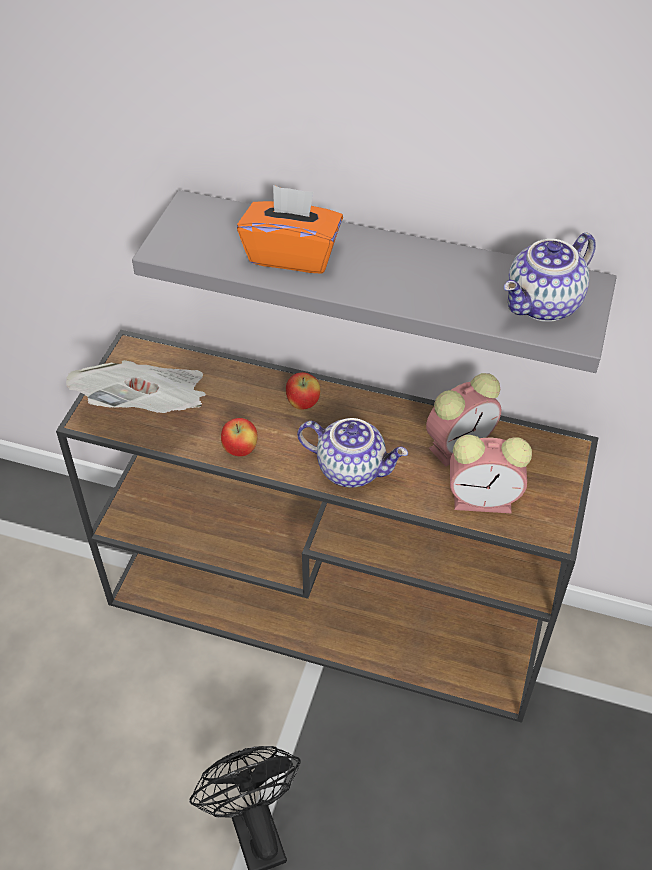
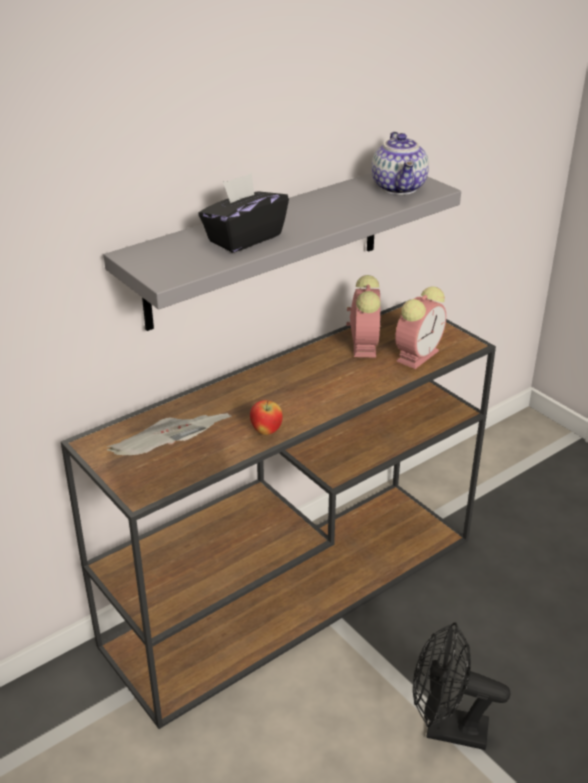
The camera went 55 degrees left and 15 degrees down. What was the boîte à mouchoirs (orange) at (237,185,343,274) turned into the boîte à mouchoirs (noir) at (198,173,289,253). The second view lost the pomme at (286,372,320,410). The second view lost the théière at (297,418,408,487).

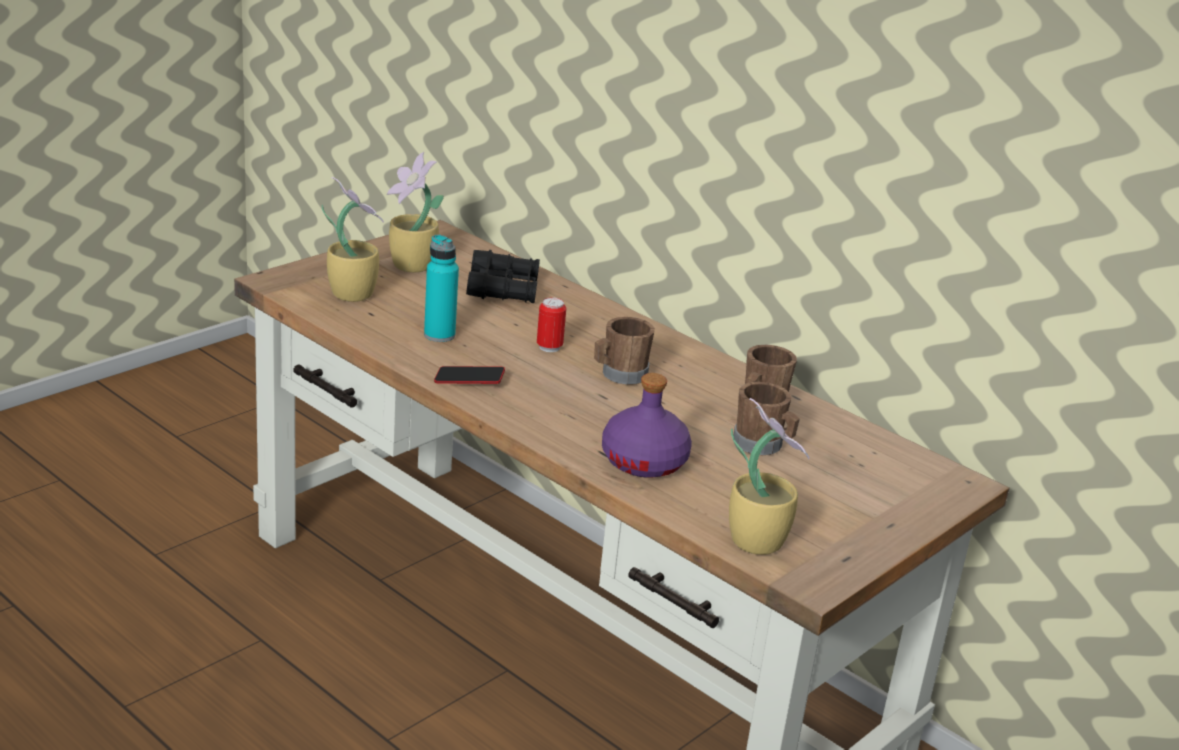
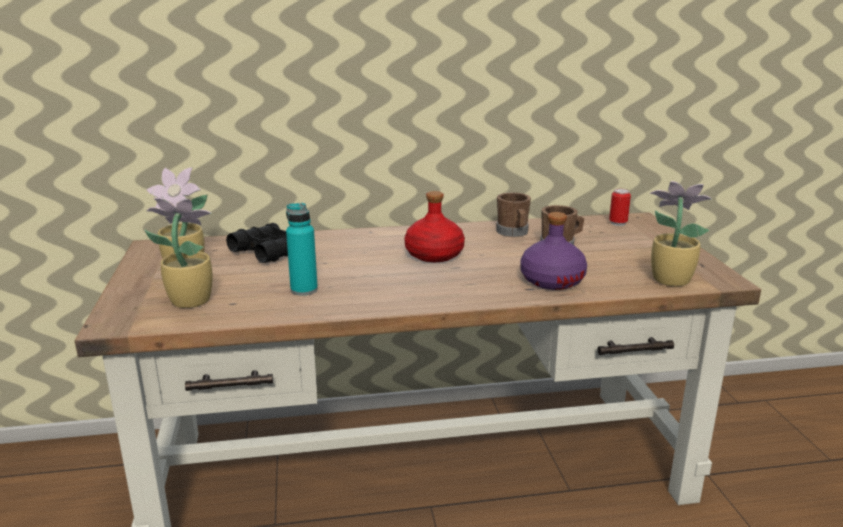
The camera went 50 degrees left and 5 degrees down. The second view lost the téléphone at (434,366,505,384). The boîte métallique ended up elsewhere, having gone from (537,297,566,352) to (609,189,631,226). Where the mug (marron) stood at (594,317,655,385), the bouteille (rouge) came to stand at (404,191,465,262).

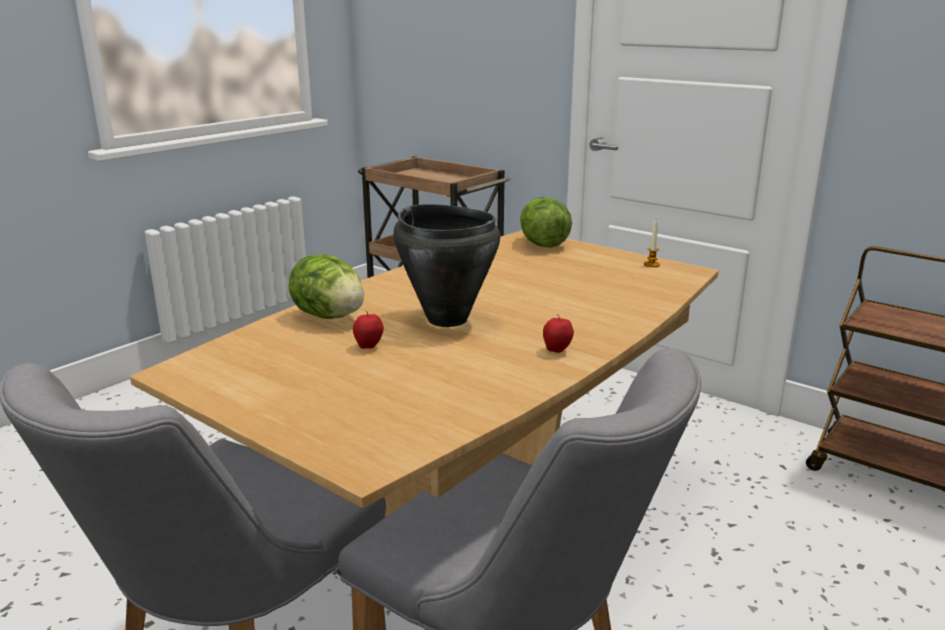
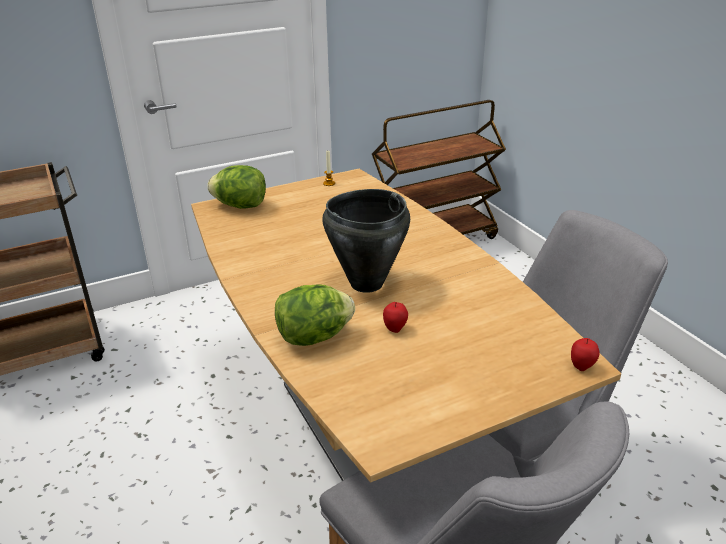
The camera went 65 degrees left and 10 degrees up. The pomme ended up elsewhere, having gone from (543,314,574,353) to (571,338,599,371).

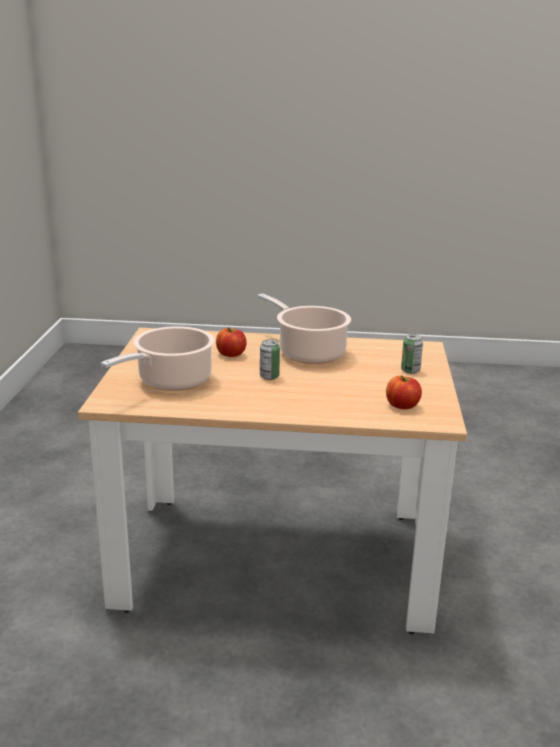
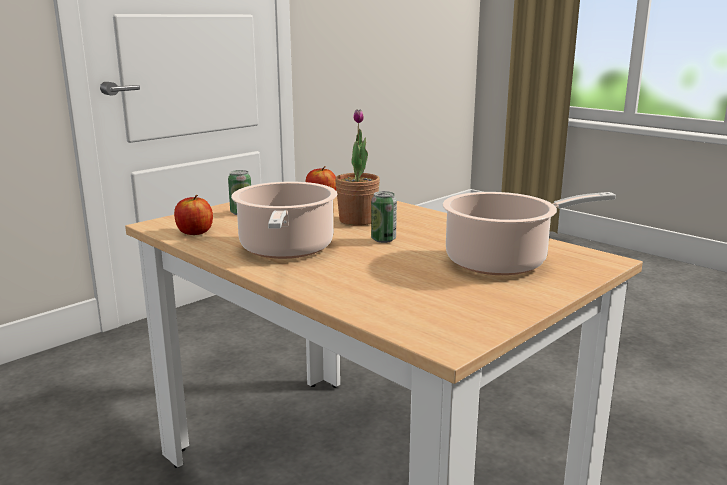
The camera went 140 degrees left and 5 degrees down. The pomme ended up elsewhere, having gone from (216,327,246,357) to (174,195,213,235). The second view gained the plante en pot at (335,109,380,226).

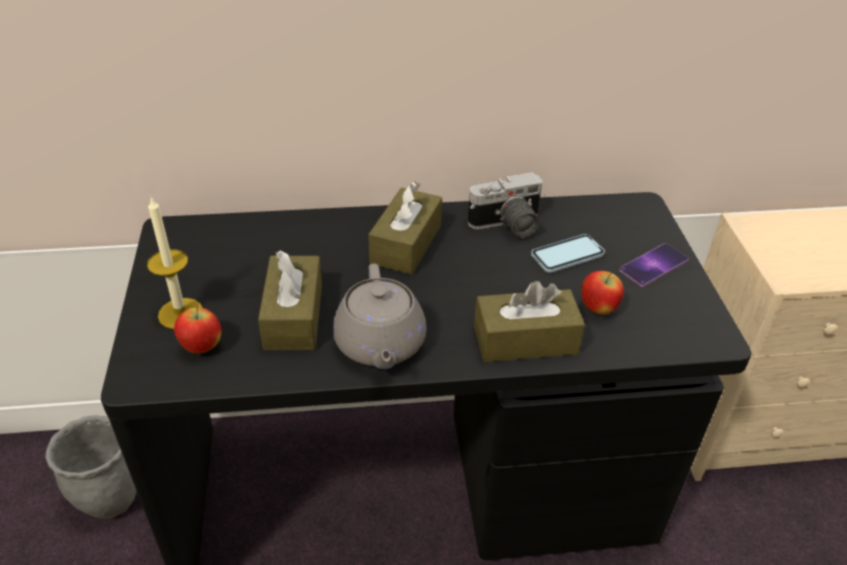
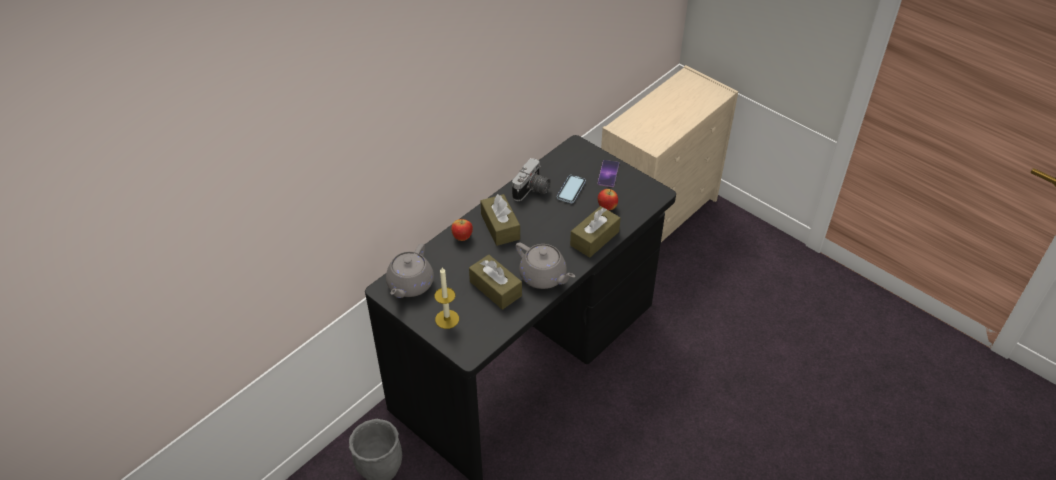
The camera went 40 degrees left and 5 degrees up. The pomme ended up elsewhere, having gone from (174,306,221,354) to (451,219,473,241). The second view gained the théière (gris) at (386,243,434,298).

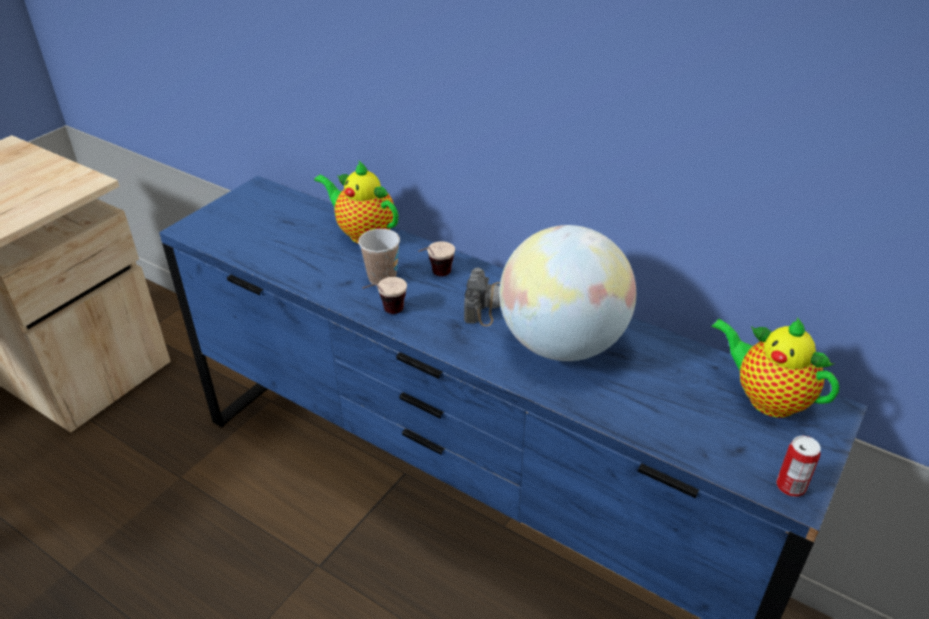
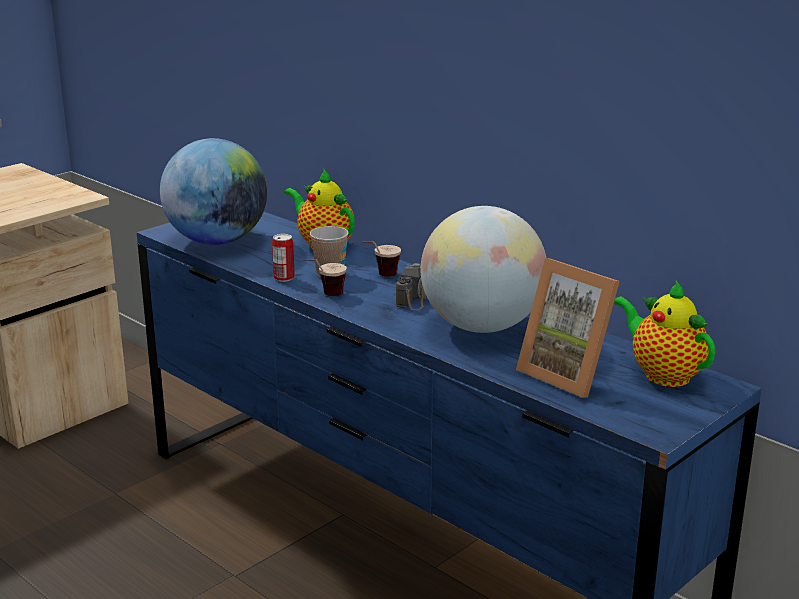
The camera went 10 degrees right and 15 degrees down. The boîte métallique ended up elsewhere, having gone from (776,436,821,497) to (272,234,295,282). The second view gained the globe at (160,138,267,245). The second view gained the cadre photo at (516,258,620,398).

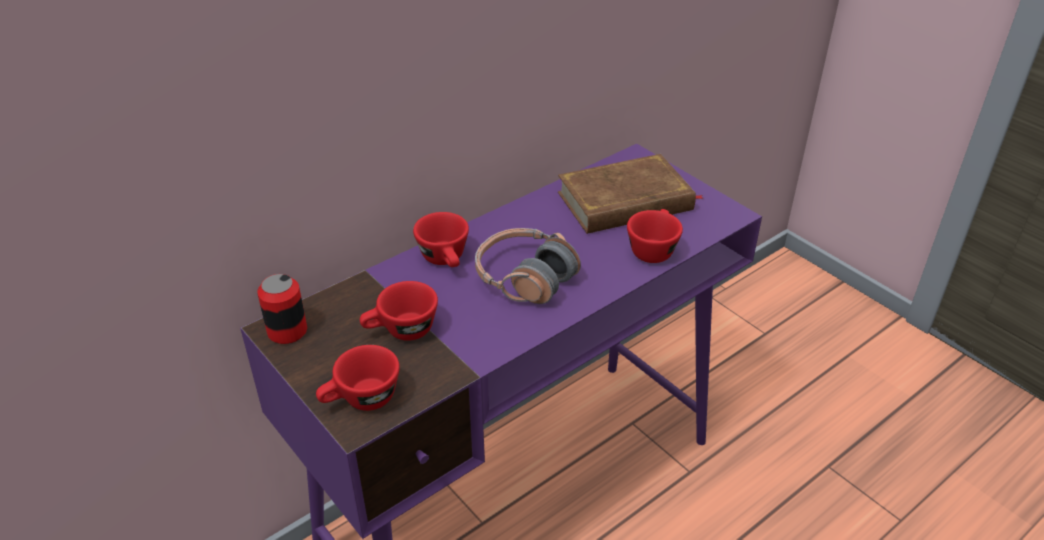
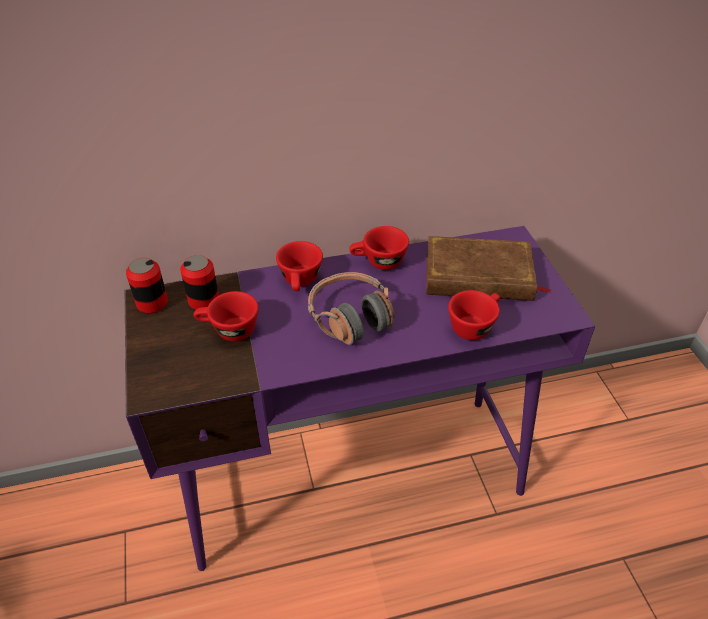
The camera went 25 degrees right and 5 degrees up. The tasse (rouge) ended up elsewhere, having gone from (316,345,400,411) to (349,226,409,270). The second view gained the boîte métallique at (180,255,219,310).

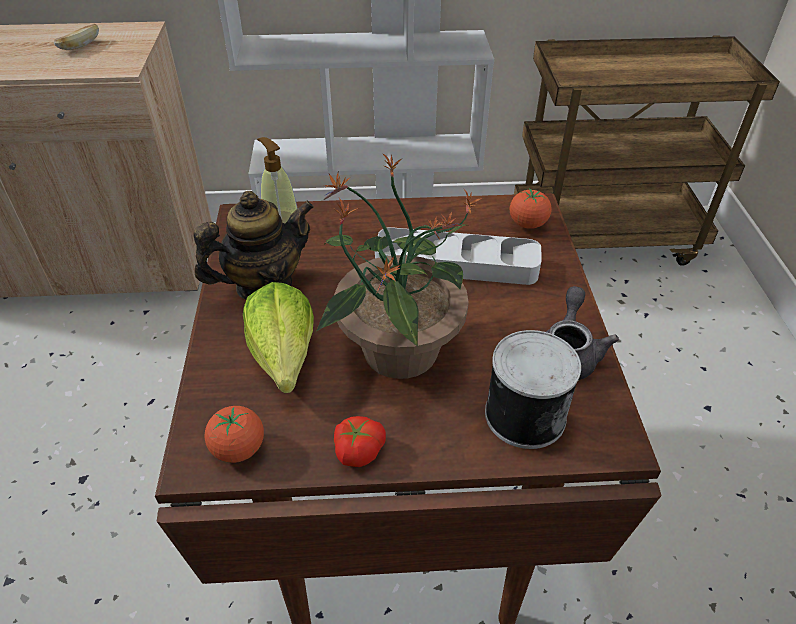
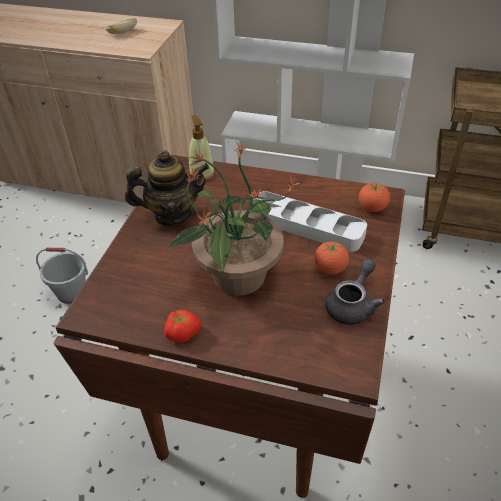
The camera went 20 degrees right and 0 degrees up. The tomate ended up elsewhere, having gone from (204,406,264,463) to (314,242,349,274). The second view lost the laitue at (243,282,314,393). The second view lost the boîte métallique at (485,330,581,449). The second view gained the seau (gris) at (36,248,88,304).

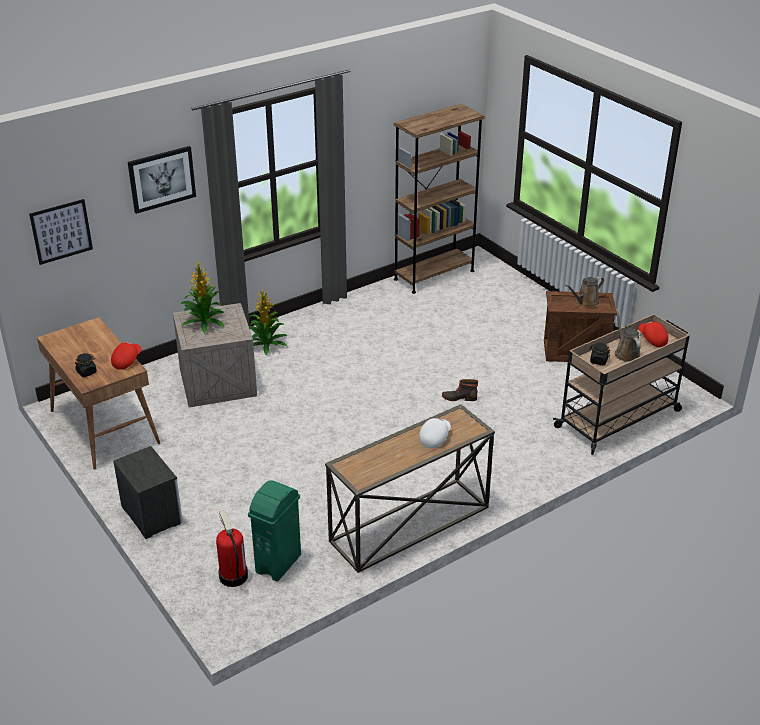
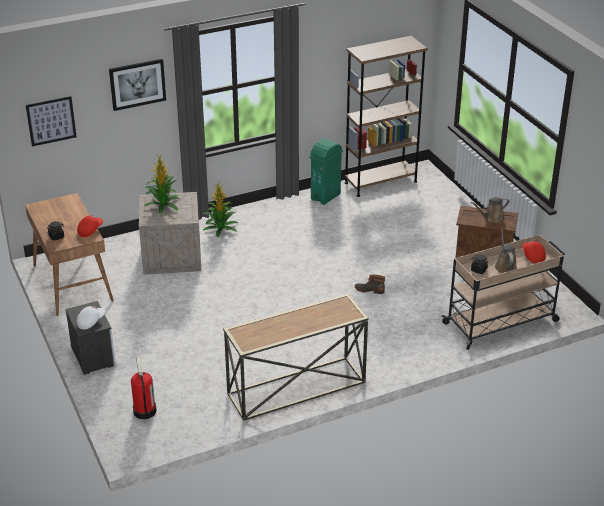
The camera went 10 degrees right and 0 degrees up. The poubelle (vert) ended up elsewhere, having gone from (248,481,301,582) to (309,139,343,205). The casquette (blanc) ended up elsewhere, having gone from (419,418,451,448) to (77,306,105,330).

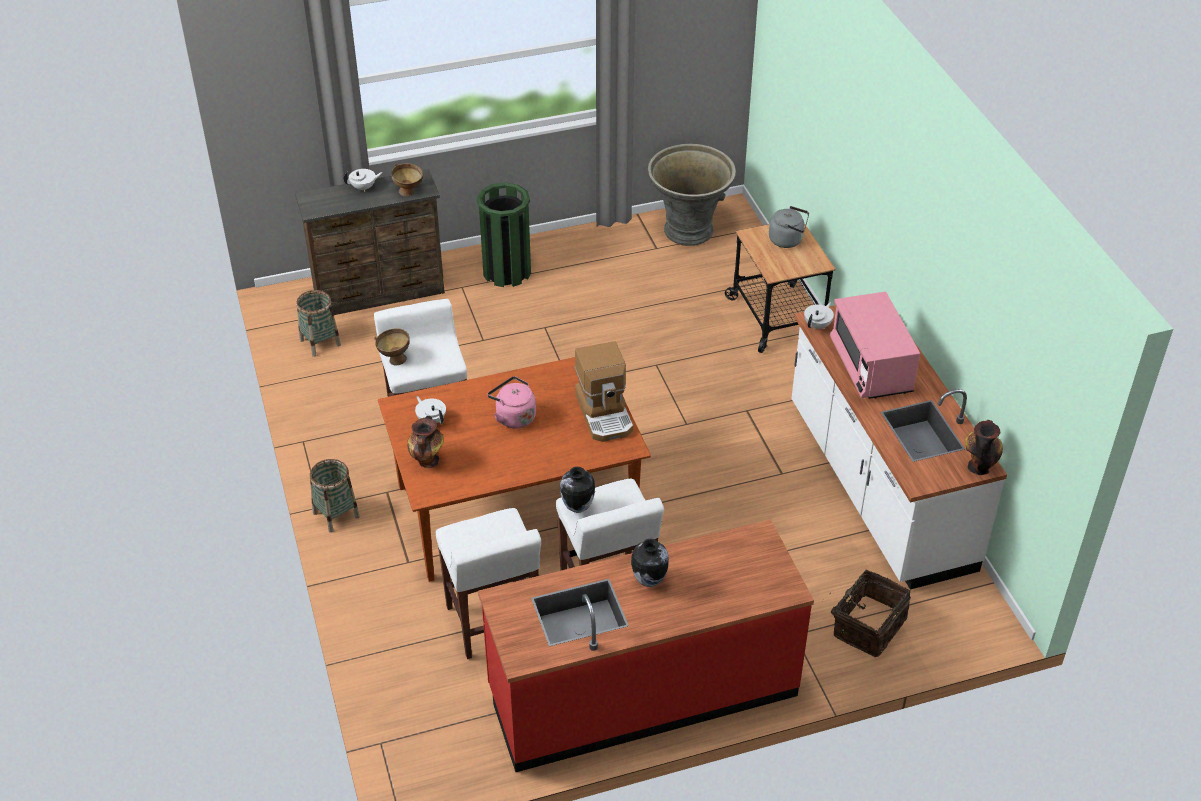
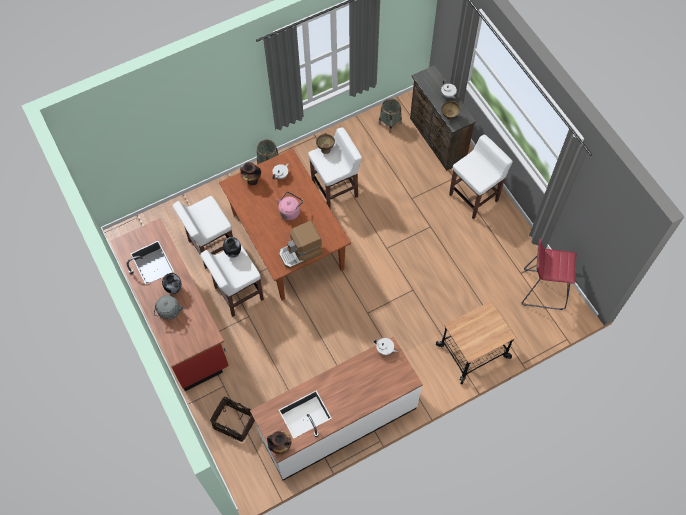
The camera went 80 degrees right and 20 degrees up. Where the poubelle (vert) stood at (477,182,531,287), the tabouret (blanc) came to stand at (449,135,513,219). Where the cache-pot (gris) stood at (648,144,736,246), the tabouret (rouge) came to stand at (522,238,576,310). The bouilloire (gris) ended up elsewhere, having gone from (769,206,809,248) to (154,295,183,320). The second view lost the micro-ondes (rose) at (830,292,920,399).

